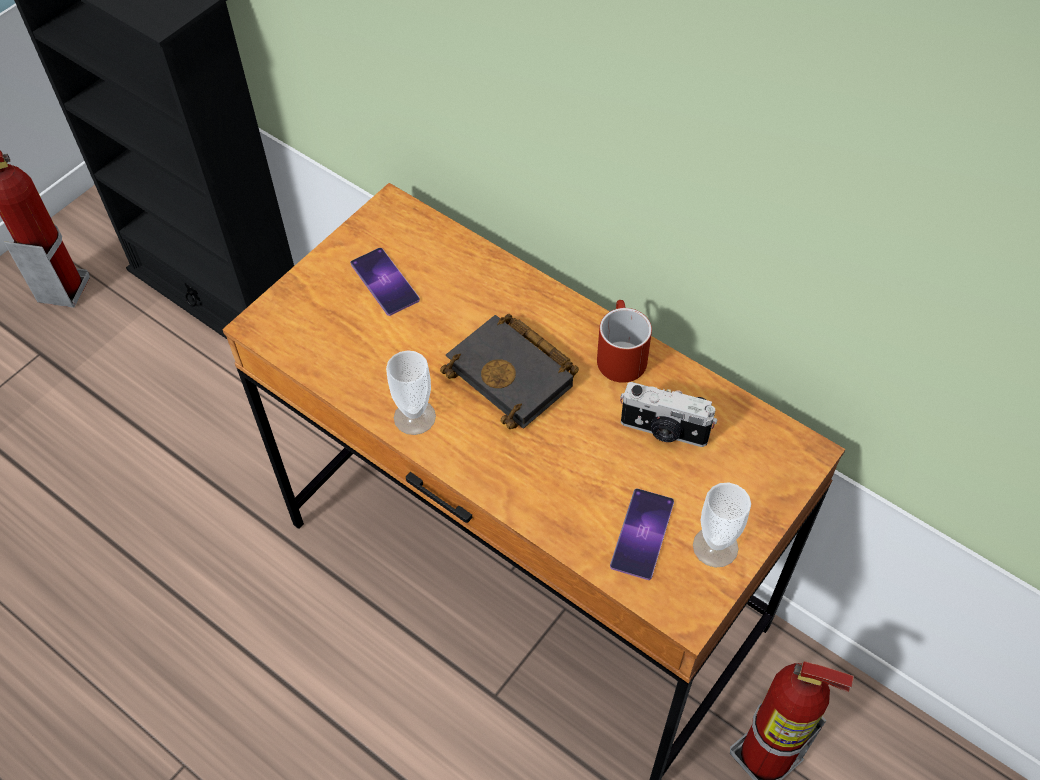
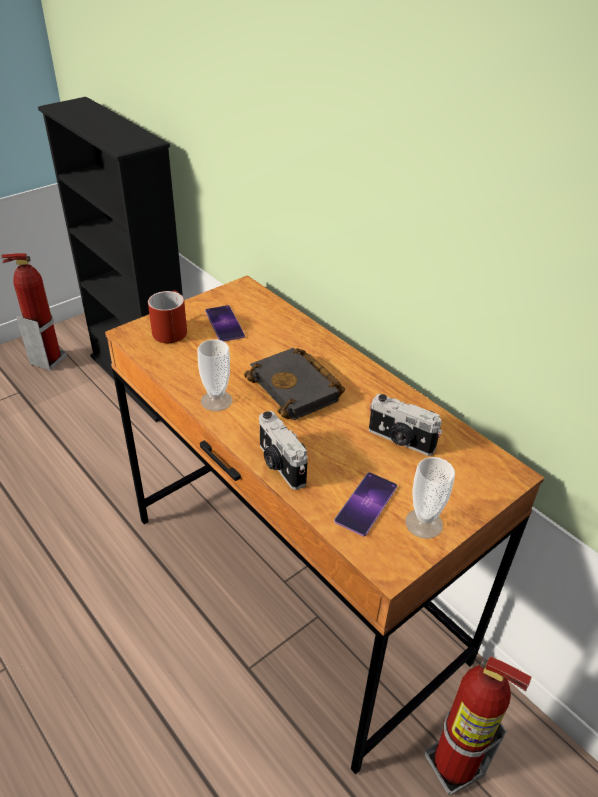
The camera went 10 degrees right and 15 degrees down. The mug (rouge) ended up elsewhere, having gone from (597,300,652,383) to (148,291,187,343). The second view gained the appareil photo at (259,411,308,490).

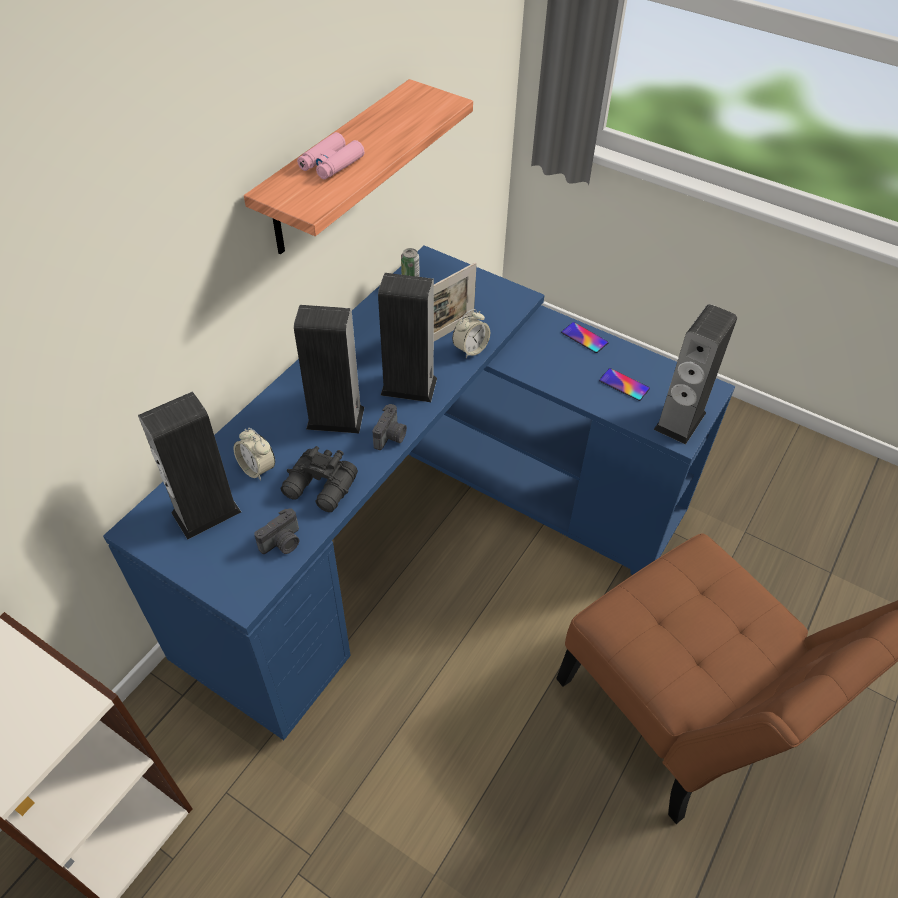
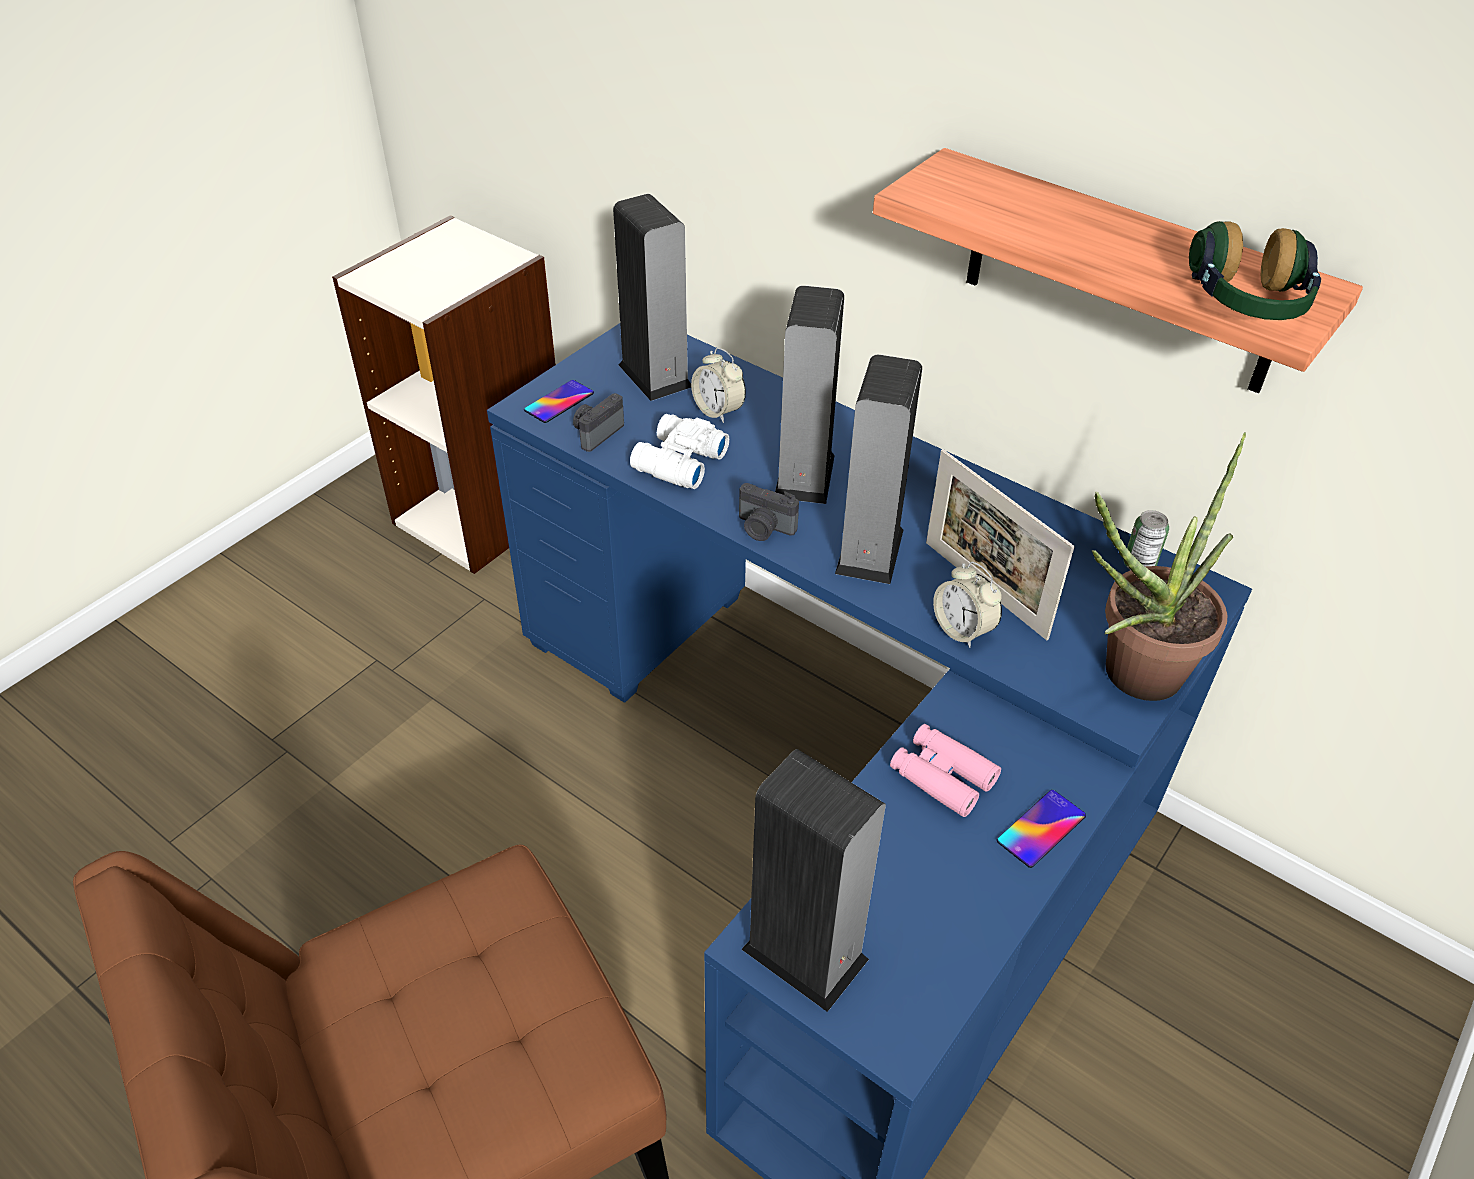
The camera went 95 degrees right and 5 degrees down. The réveil at (234,428,275,481) ended up facing another way, 90 degrees counterclockwise from before. The appareil photo at (254,508,299,554) ended up facing another way, 75 degrees clockwise from before. What was the jumelles (noir) at (281,446,358,512) turned into the jumelles (blanc) at (630,414,729,489). The jumelles (rose) ended up elsewhere, having gone from (297,132,365,179) to (890,724,1001,817). The téléphone ended up elsewhere, having gone from (599,368,650,401) to (524,380,594,423). The second view gained the plante en pot at (1092,432,1246,701). The second view gained the casque audio at (1189,221,1321,320).

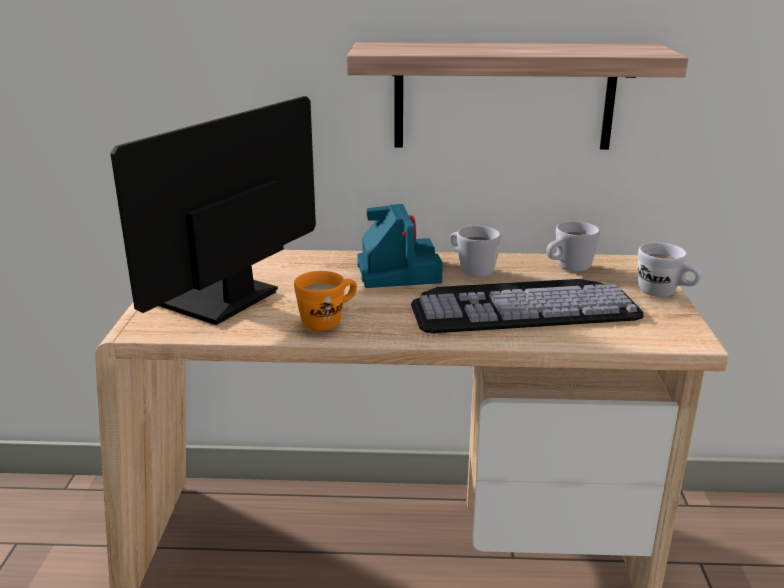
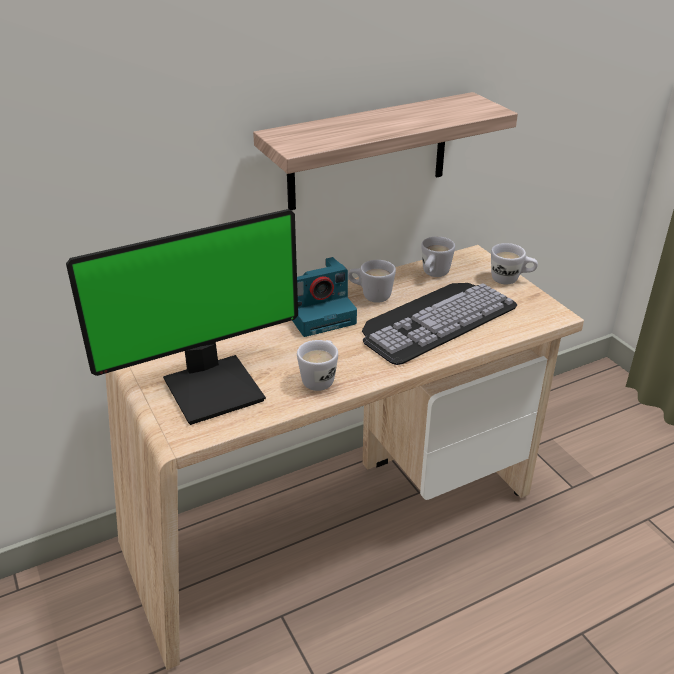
The camera went 30 degrees left and 10 degrees up. The écran d'ordinateur at (111,96,316,325) ended up facing another way, 120 degrees counterclockwise from before. What was the mug (orange) at (294,271,357,331) turned into the mug (blanc) at (297,340,338,391). The appareil photo at (357,204,443,288) ended up facing another way, 105 degrees clockwise from before.

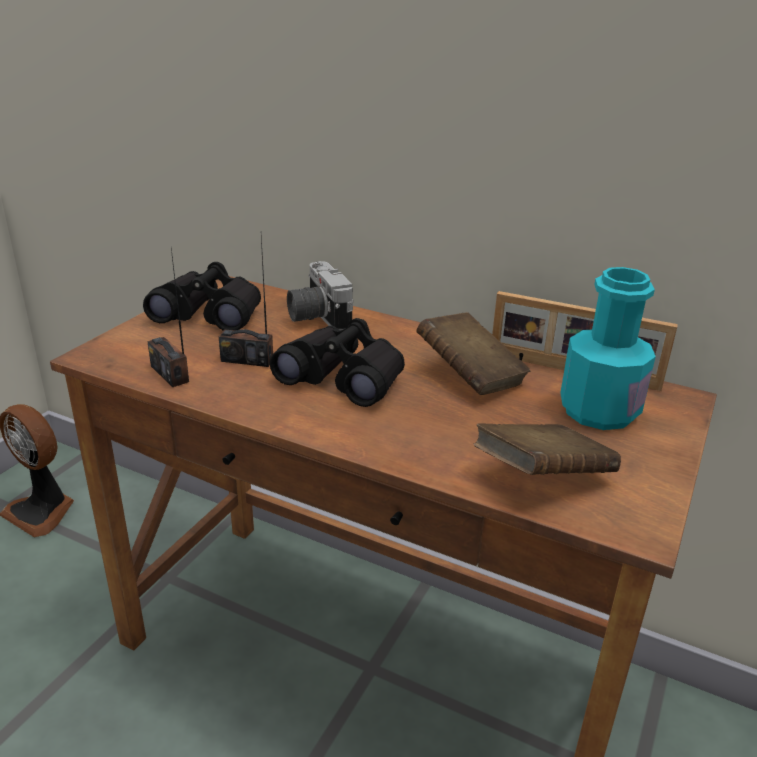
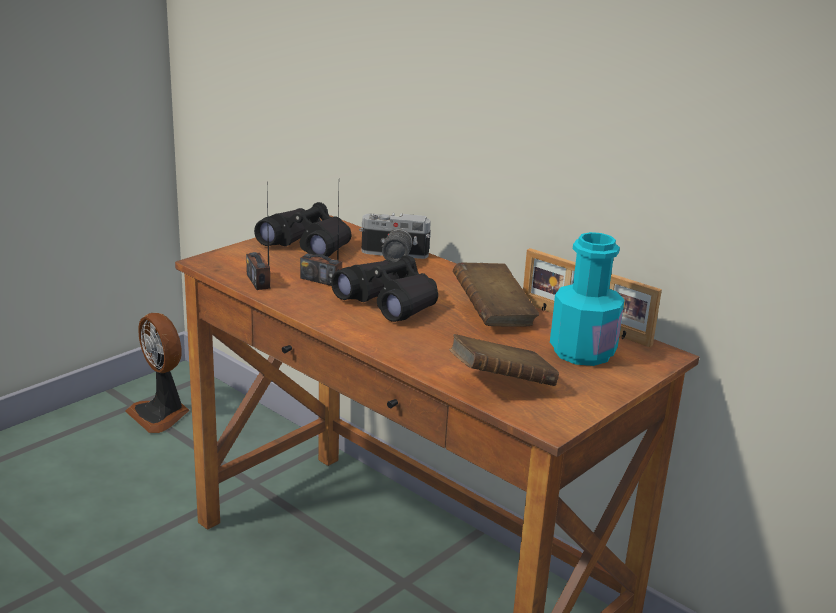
The camera went 15 degrees right and 5 degrees down. The appareil photo at (287,261,353,330) ended up facing another way, 75 degrees counterclockwise from before.

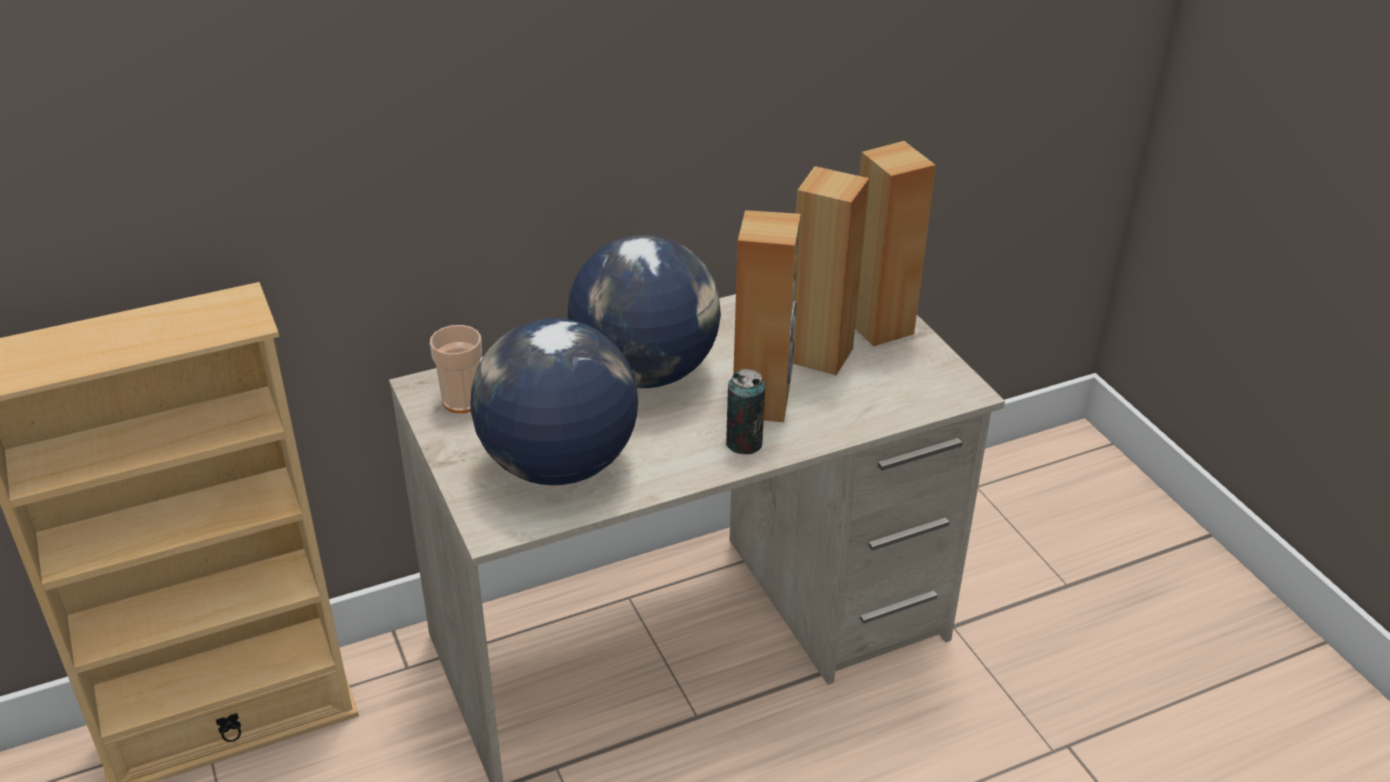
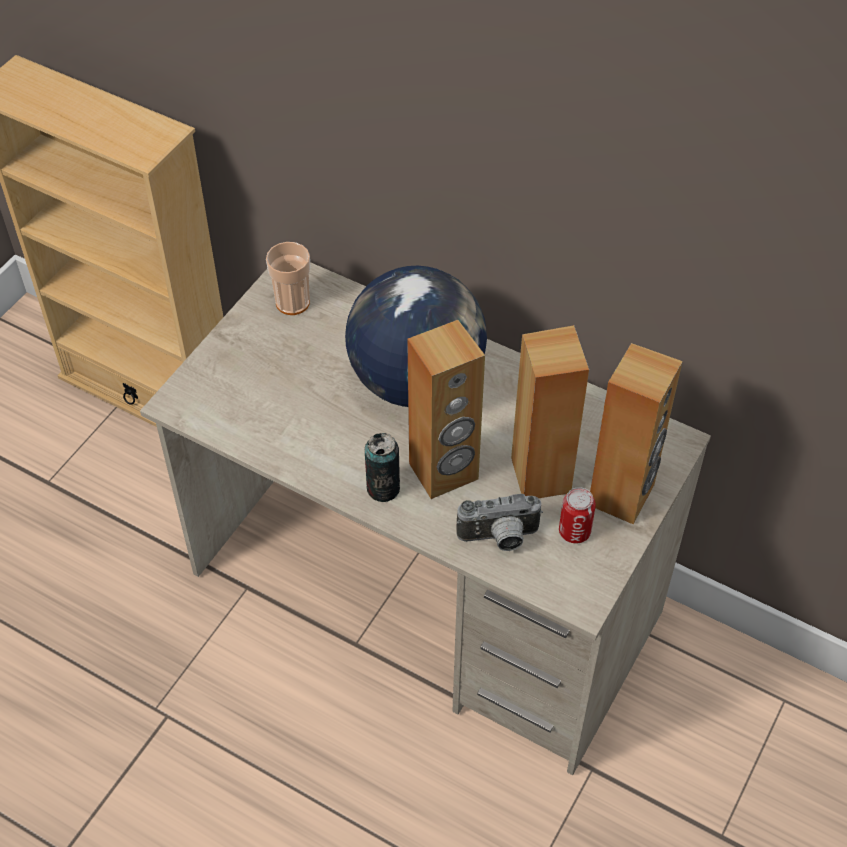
The camera went 55 degrees right and 15 degrees up. The second view lost the globe at (470,318,638,485). The second view gained the appareil photo at (456,494,543,551). The second view gained the boîte métallique at (559,487,596,543).

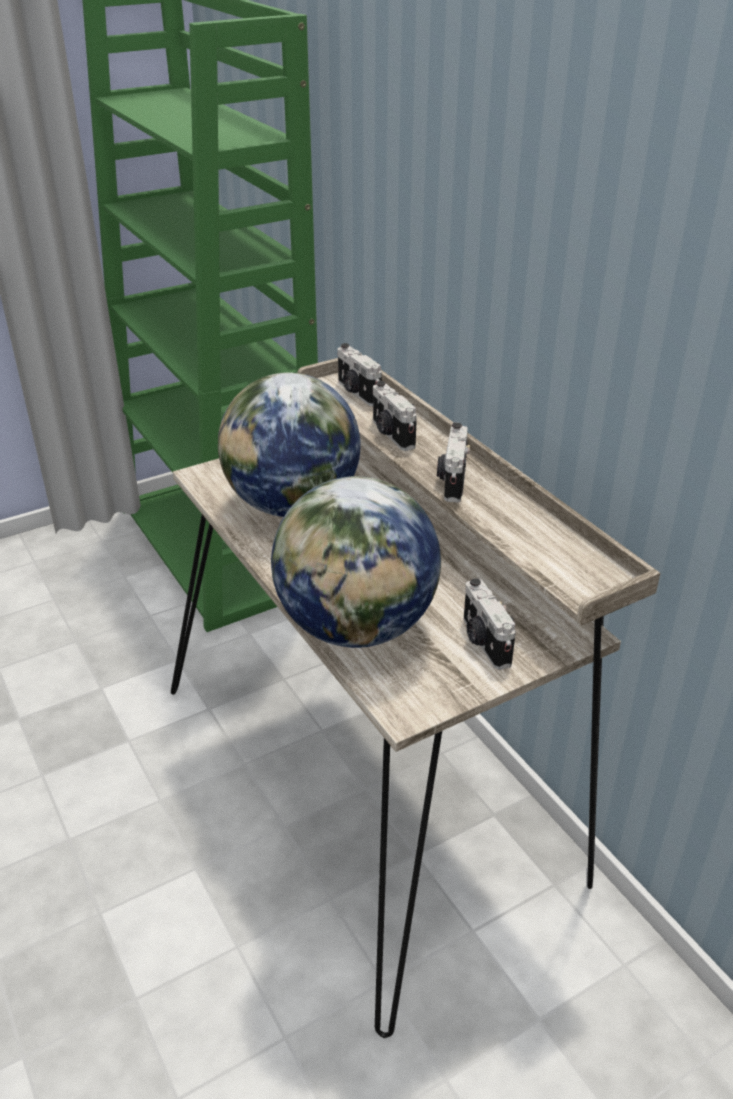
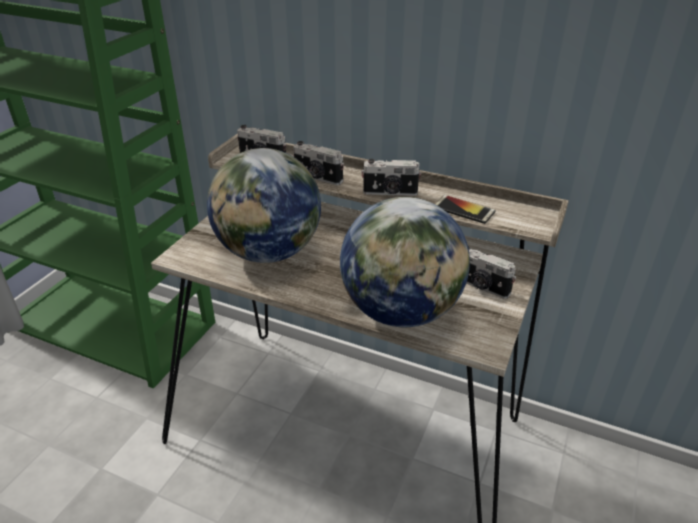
The camera went 35 degrees left and 0 degrees up. The appareil photo at (437,422,470,502) ended up facing another way, 60 degrees counterclockwise from before. The second view gained the téléphone at (435,195,496,224).

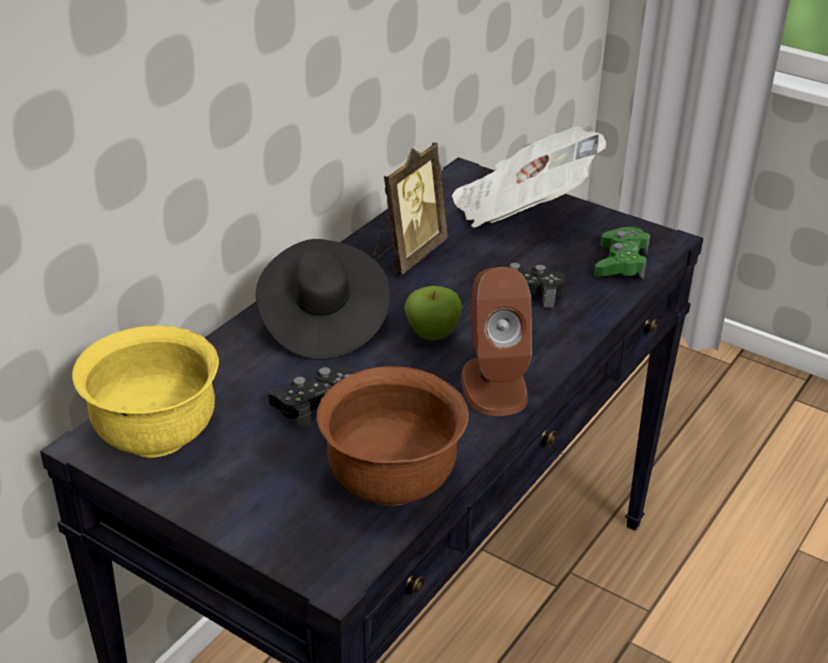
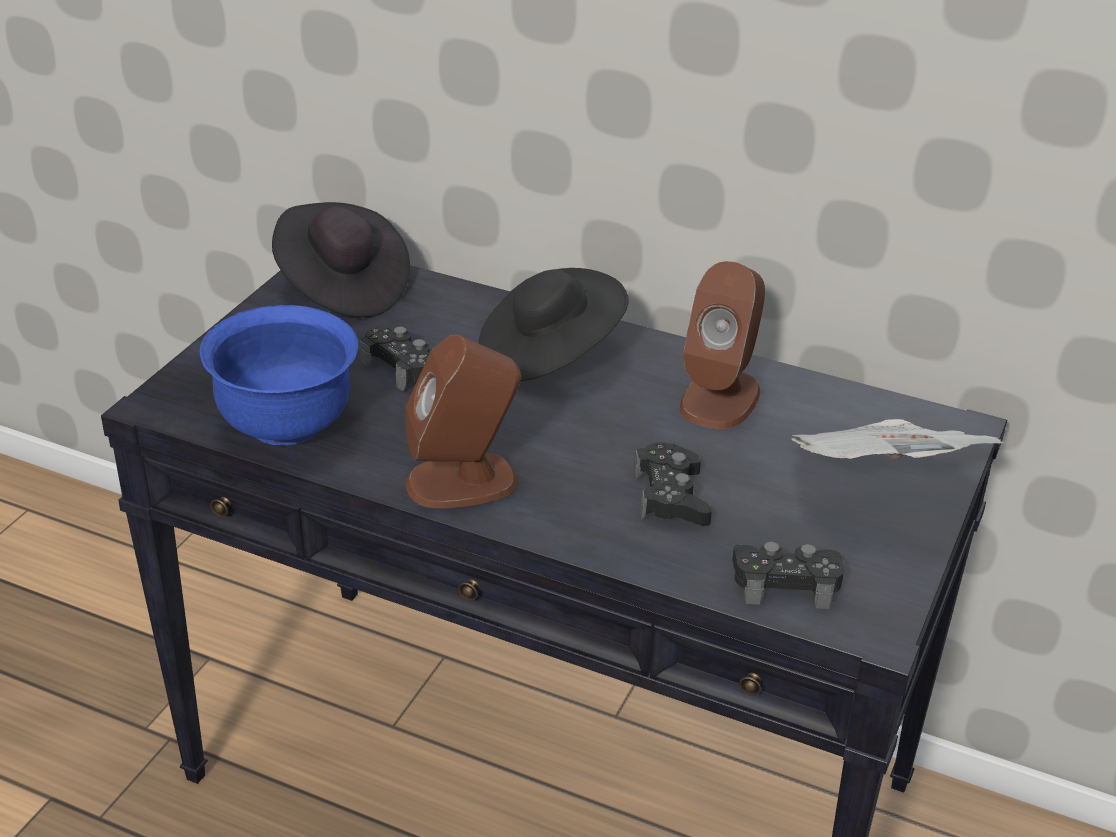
The camera went 80 degrees right and 0 degrees up. Where the bol (jaune) stood at (72,325,219,458), the chapeau (noir) came to stand at (272,202,410,317). What was the bol (marron) at (317,366,469,506) turned into the bol (bleu) at (200,305,358,446). Where the cadre photo stood at (373,142,448,275), the enceinte (marron) came to stand at (680,261,765,429). The second view lost the pomme at (404,286,462,341). What was the manette (vert) at (594,227,650,280) turned into the manette (noir) at (732,542,844,609).

